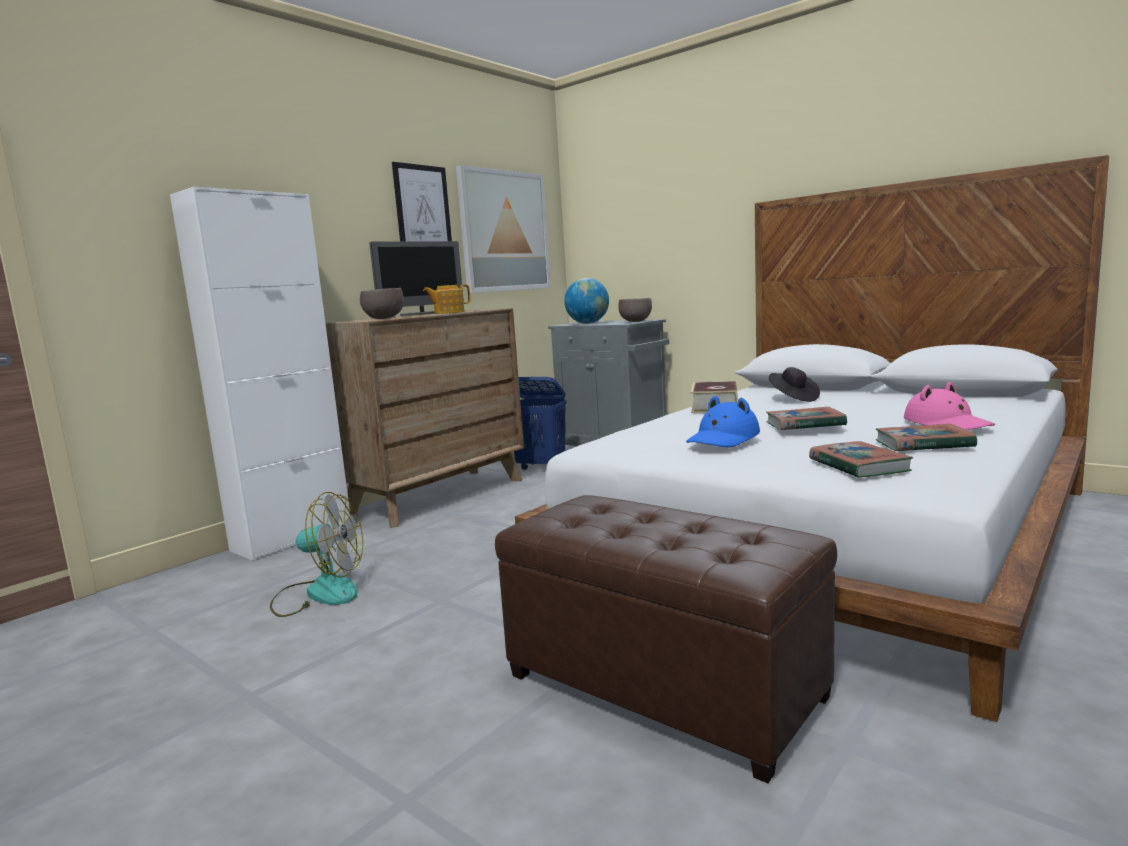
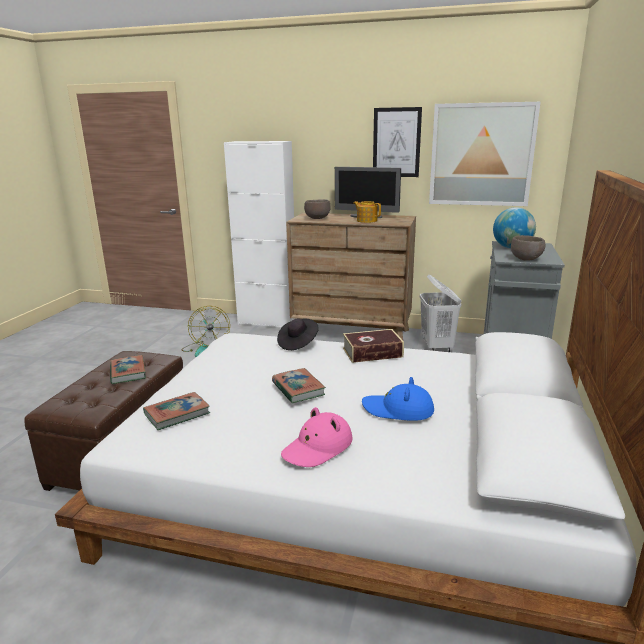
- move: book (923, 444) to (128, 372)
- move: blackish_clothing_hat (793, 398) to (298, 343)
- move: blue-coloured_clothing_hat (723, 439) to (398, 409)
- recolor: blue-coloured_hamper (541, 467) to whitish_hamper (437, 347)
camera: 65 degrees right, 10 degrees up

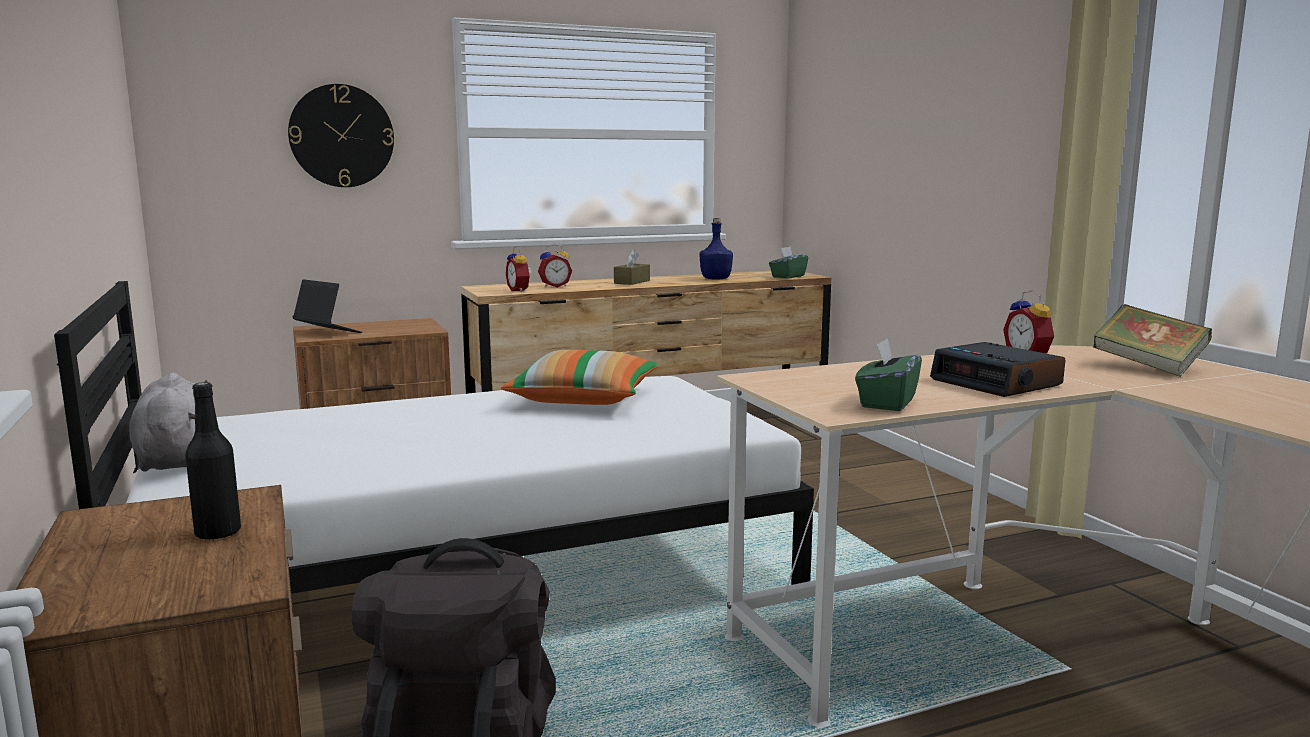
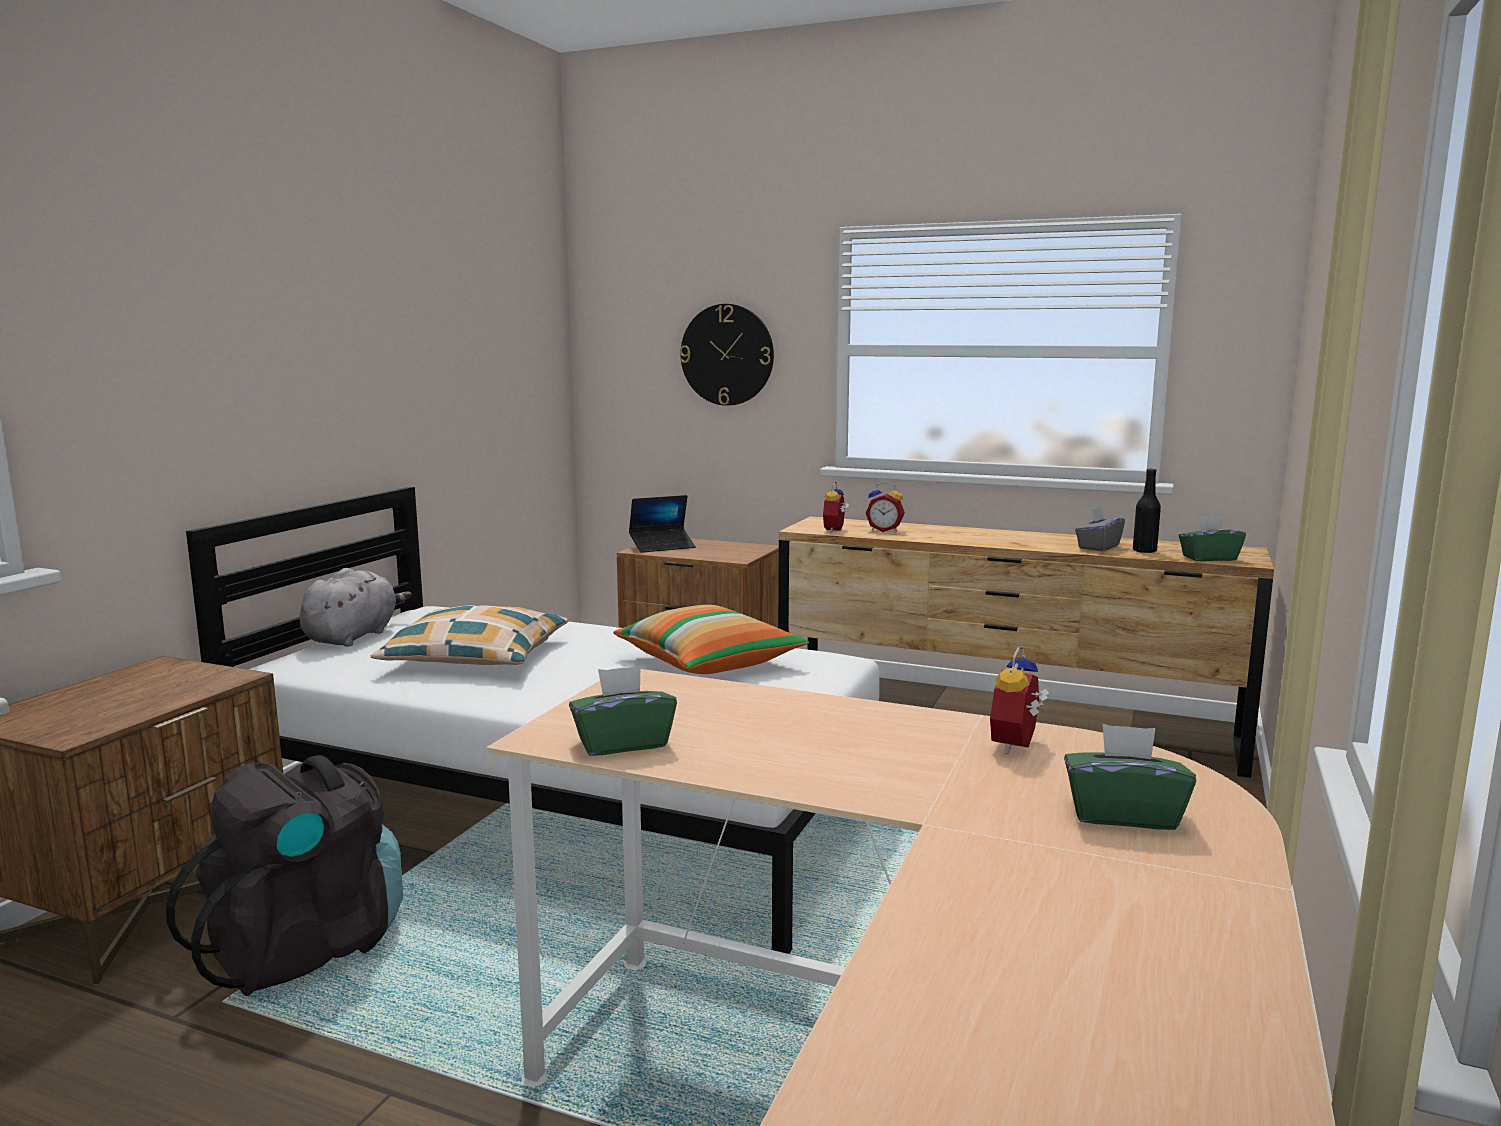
- insert: cushion (477, 657)
- rotate: notebook_computer (327, 332) = (662, 546) 75 degrees clockwise
- replace: book (1148, 367) to green-coloured_tissue_holder (1123, 814)
- replace: blue-coloured_bottle (716, 279) to grey_tissue_holder (1098, 547)
- move: blackish_bottle (218, 533) to (1144, 551)
- delete: brown-coloured_tissue_holder (632, 282)
- delete: alarm_clock (997, 382)
camera: 45 degrees right, 0 degrees up

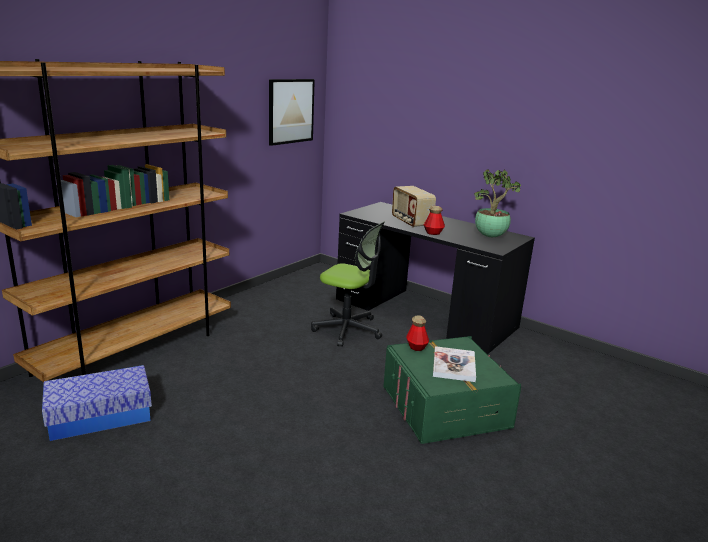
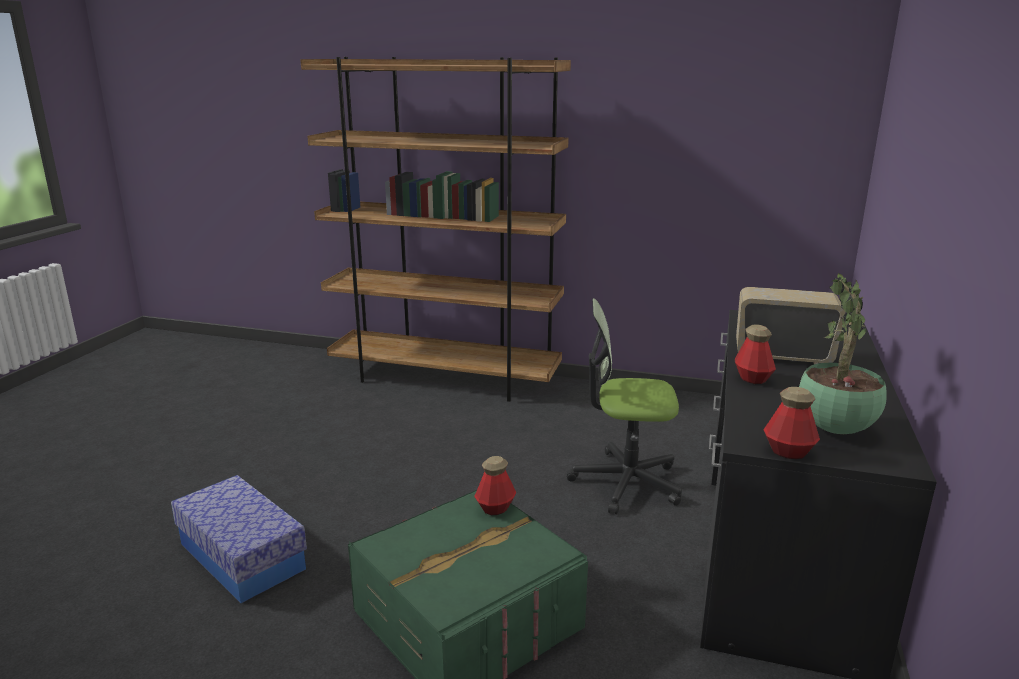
- move: storage_bin (100, 416) to (241, 556)
- rotate: computer_chair (347, 329) = (626, 482) 90 degrees clockwise
- rotate: radio_receiver (410, 222) = (782, 355) 60 degrees clockwise
- insert: bottle (788, 452)
- delete: wall_art (290, 111)
- delete: book (454, 365)
camera: 70 degrees right, 0 degrees up

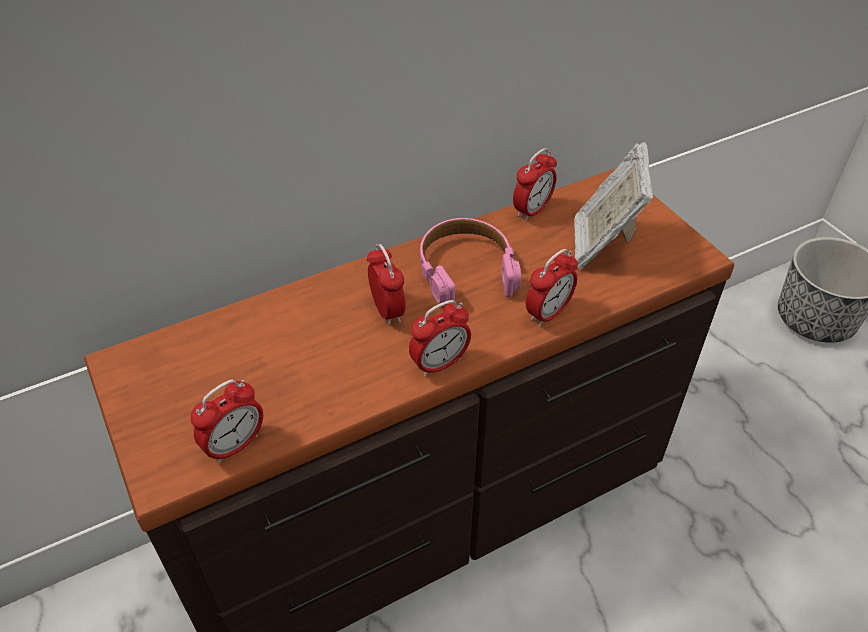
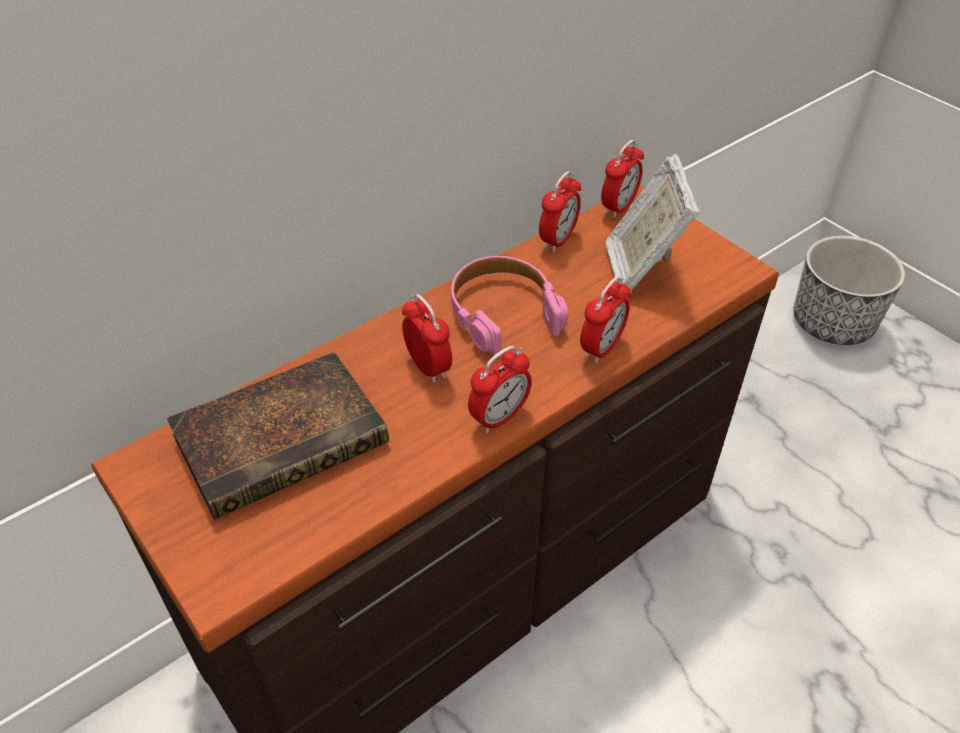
- insert: book (285, 437)
- move: alarm_clock (235, 445) to (618, 207)
camera: 10 degrees left, 0 degrees up

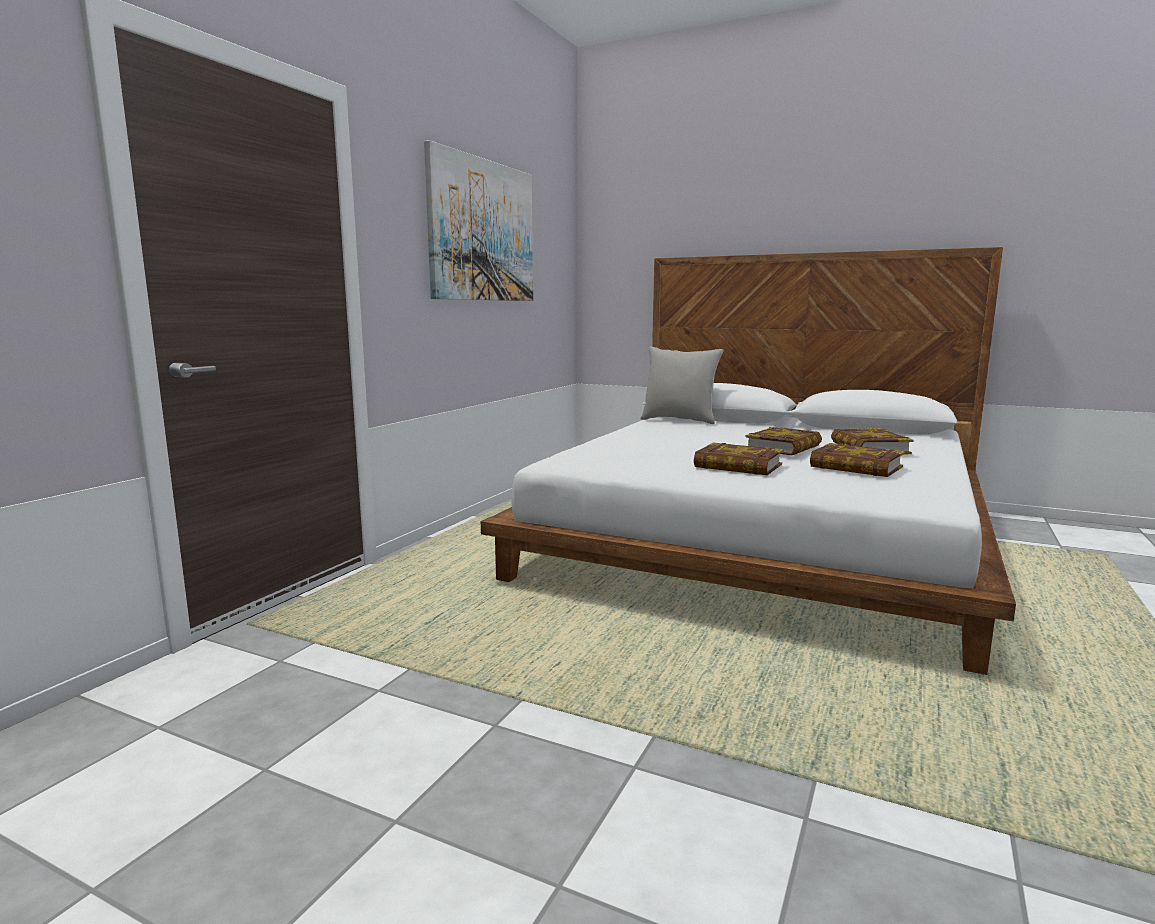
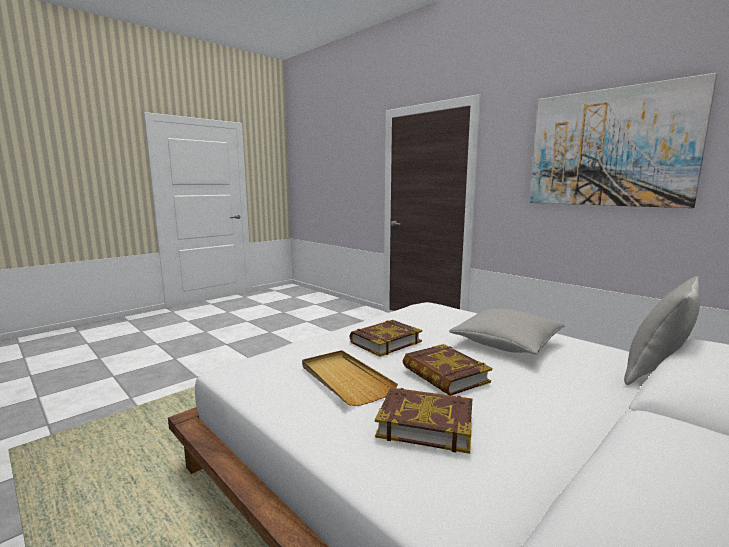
- replace: book (856, 467) to beige-coloured_tray (344, 379)
- insert: grey_cushion (506, 344)
camera: 110 degrees right, 0 degrees up

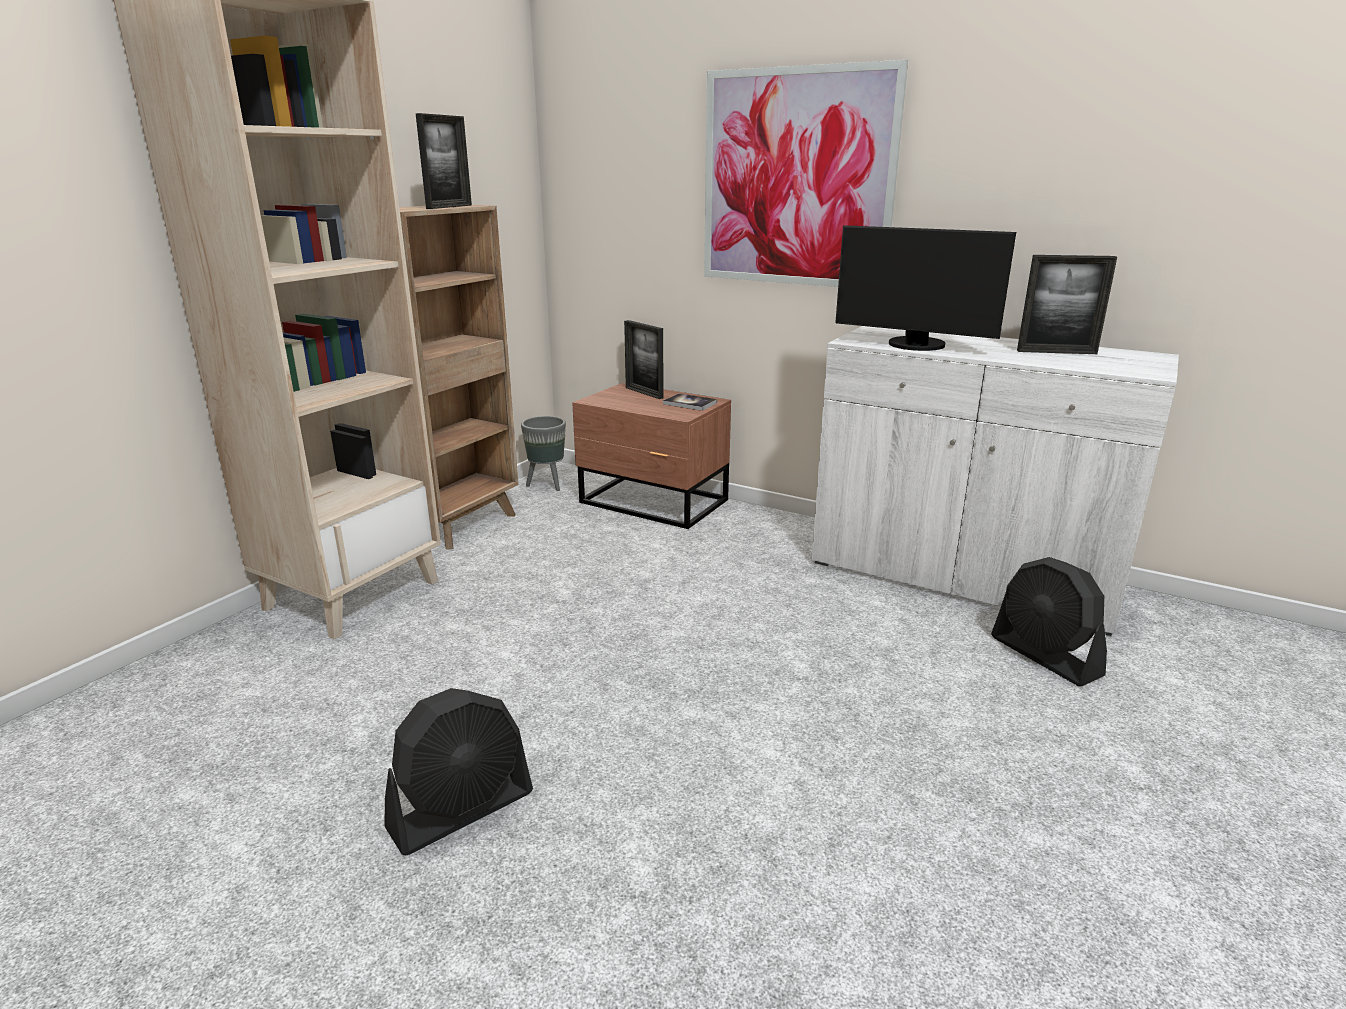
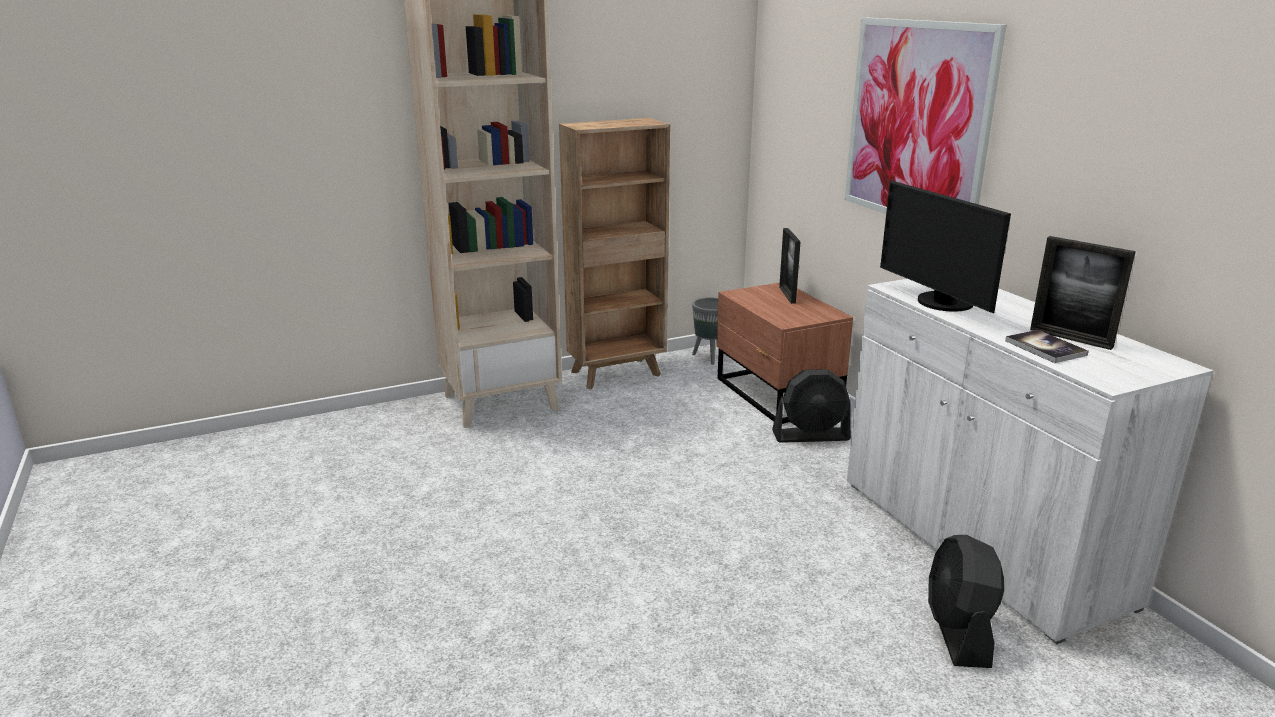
- move: blackish_electric_fan (462, 810) to (811, 436)
- move: book (690, 403) to (1045, 348)
- delete: photo_frame (449, 207)
camera: 35 degrees right, 0 degrees up

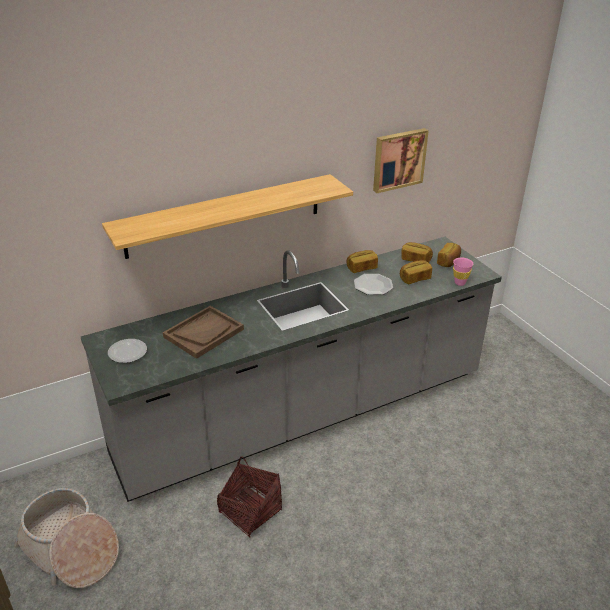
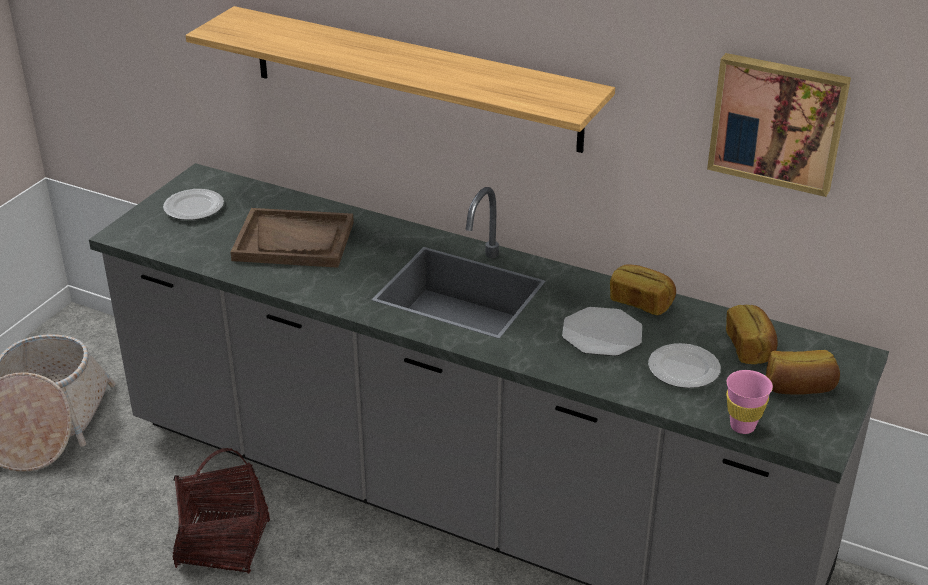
- replace: baked_bread (414, 278) to flat_dish (684, 369)
camera: 55 degrees right, 0 degrees up

